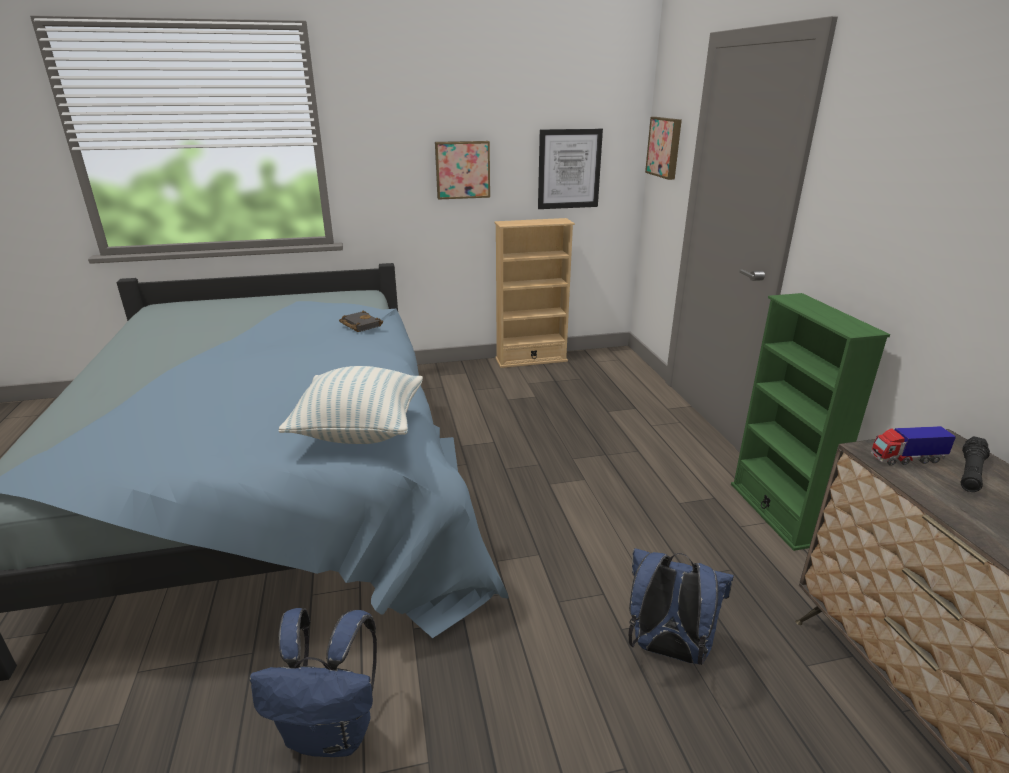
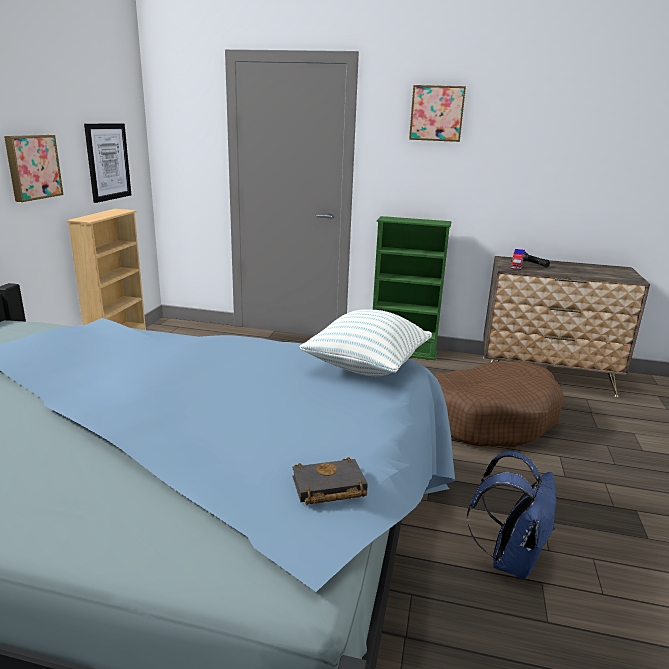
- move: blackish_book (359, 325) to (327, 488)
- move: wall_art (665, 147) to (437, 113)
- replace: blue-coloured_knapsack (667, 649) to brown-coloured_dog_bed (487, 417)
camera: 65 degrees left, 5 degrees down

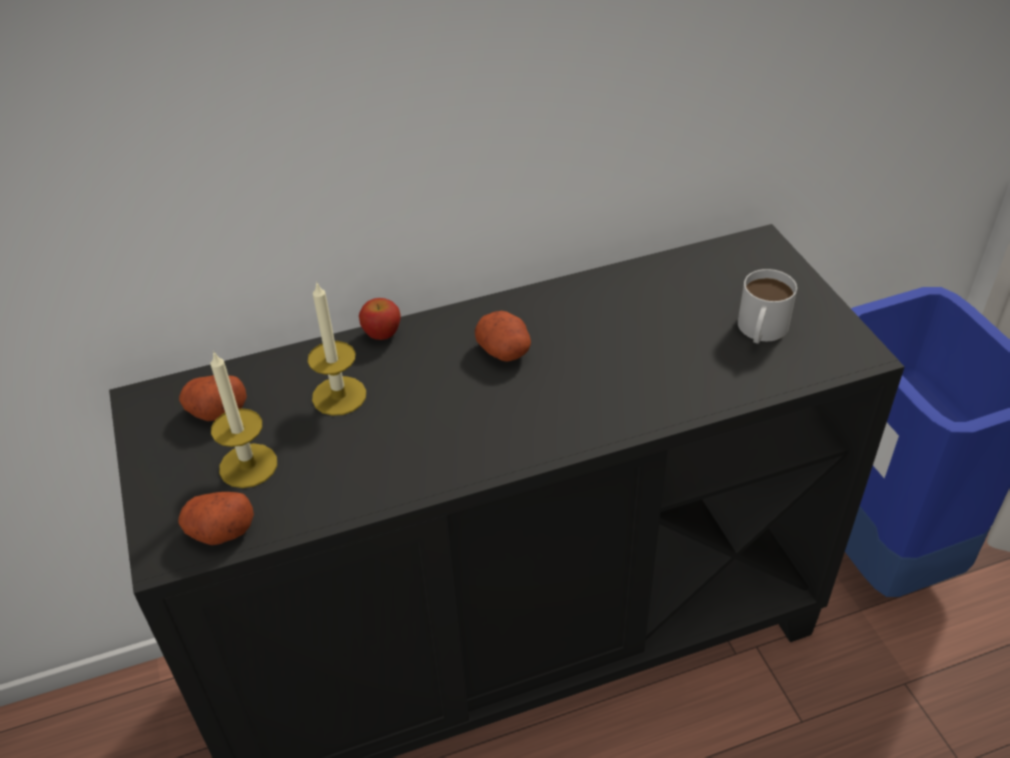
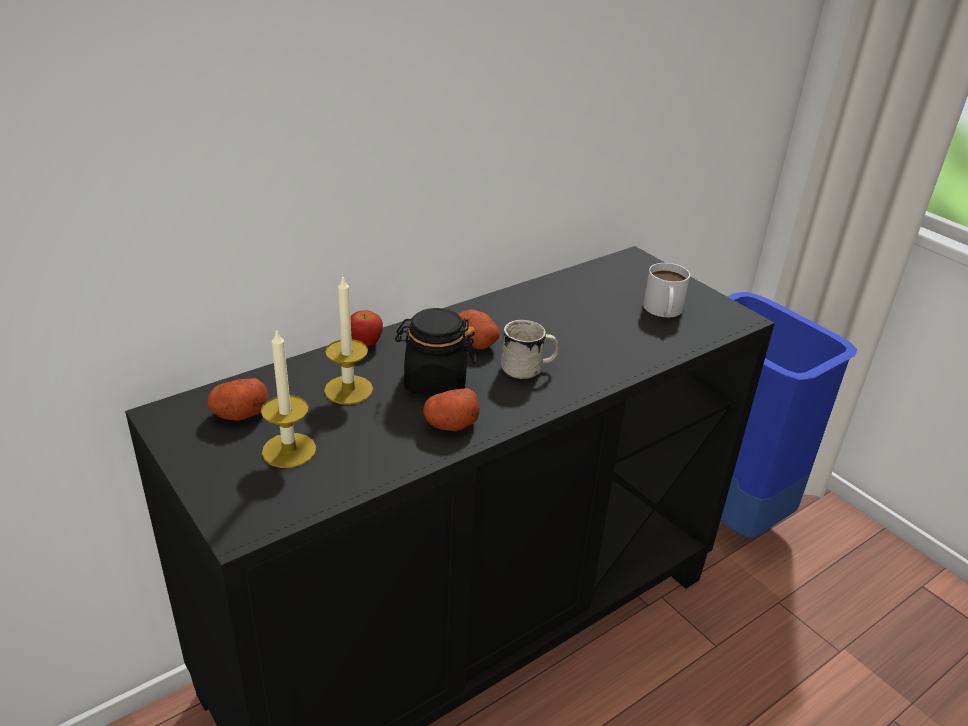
- insert: blackish_jar (435, 381)
- move: whole_potato (219, 531) to (451, 424)
- insert: whitish_mug (528, 369)
camera: 20 degrees left, 10 degrees down

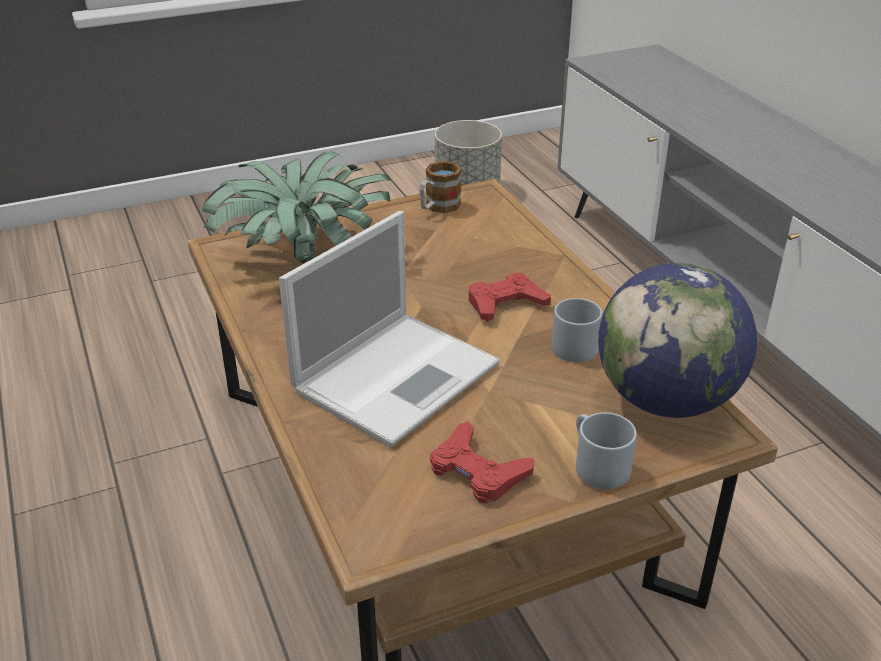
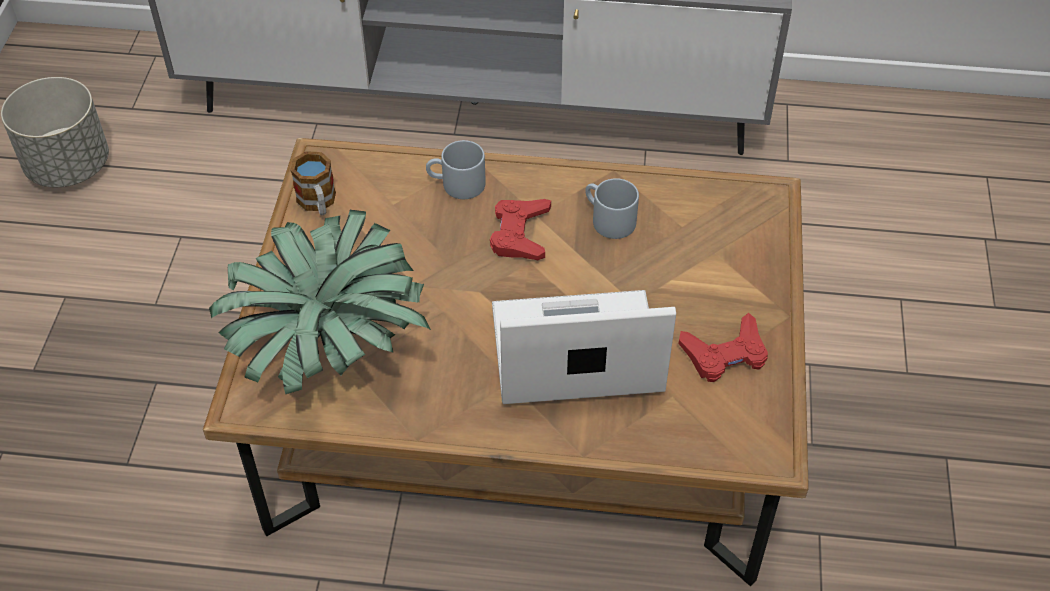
- move: grey_mug (596, 464) to (456, 185)
- rotate: notebook_computer (398, 375) = (572, 351) 75 degrees counterclockwise
- delete: globe (666, 400)
camera: 60 degrees left, 15 degrees up

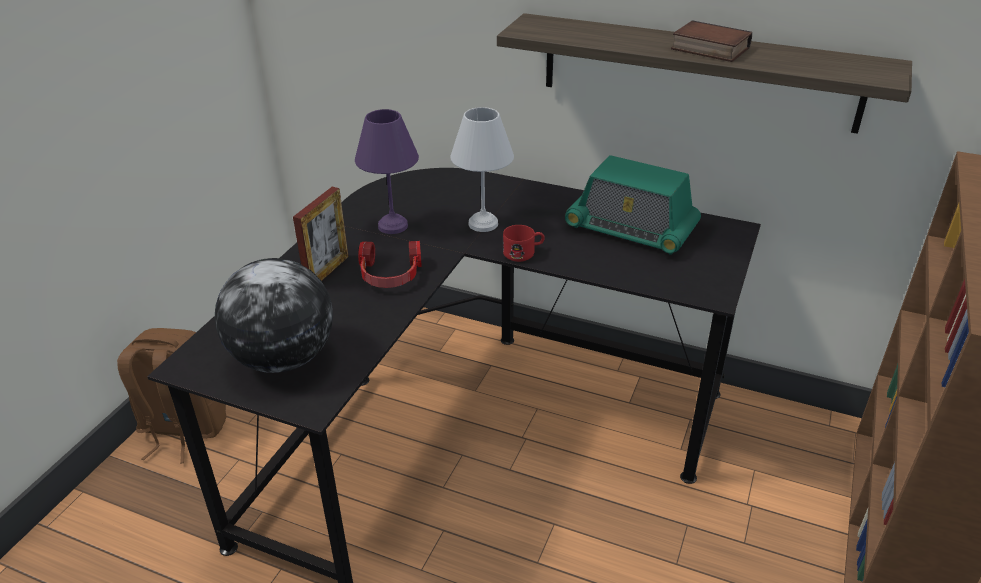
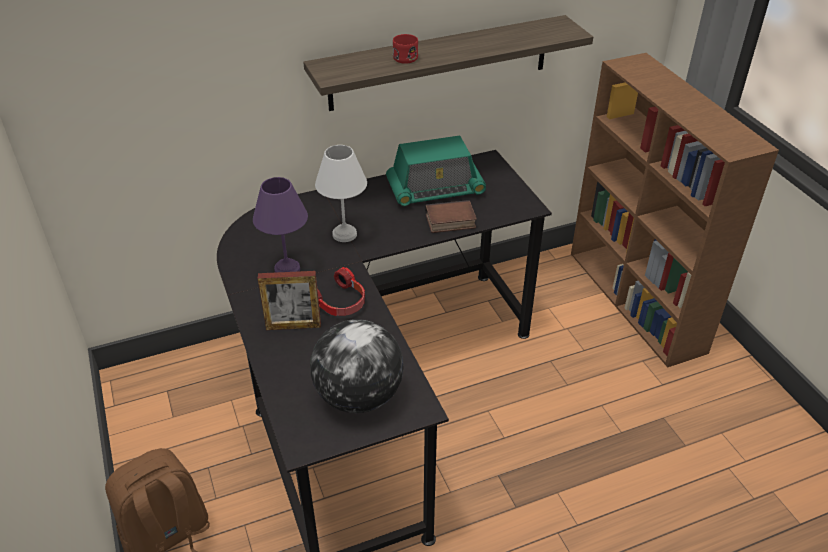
- rotate: photo_frame (327, 271) = (293, 326) 105 degrees clockwise
- move: red-coloured_mug (524, 253) to (407, 56)
- move: book (708, 49) to (450, 222)
camera: 45 degrees left, 5 degrees up

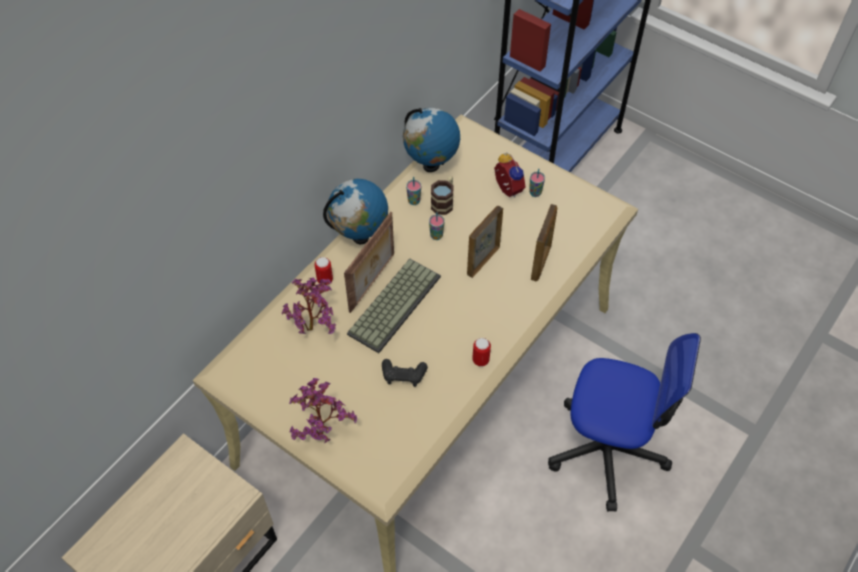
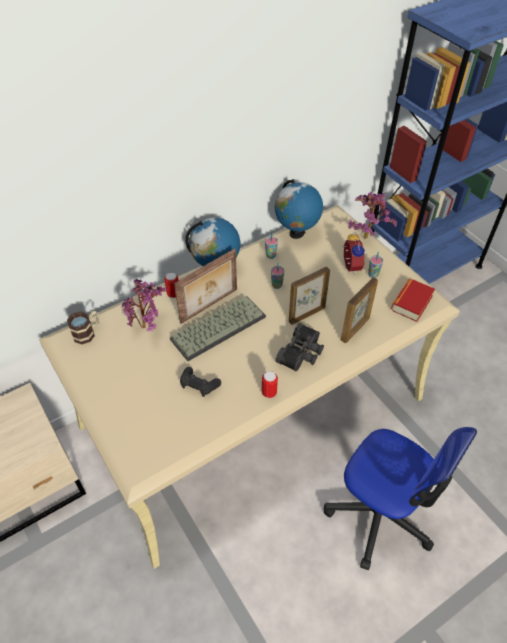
- move: mug (444, 202) to (88, 332)
- insert: blackish_binoculars (302, 353)
- move: houseplant (322, 431) to (367, 236)
- insert: book (411, 303)
camera: 20 degrees right, 5 degrees down

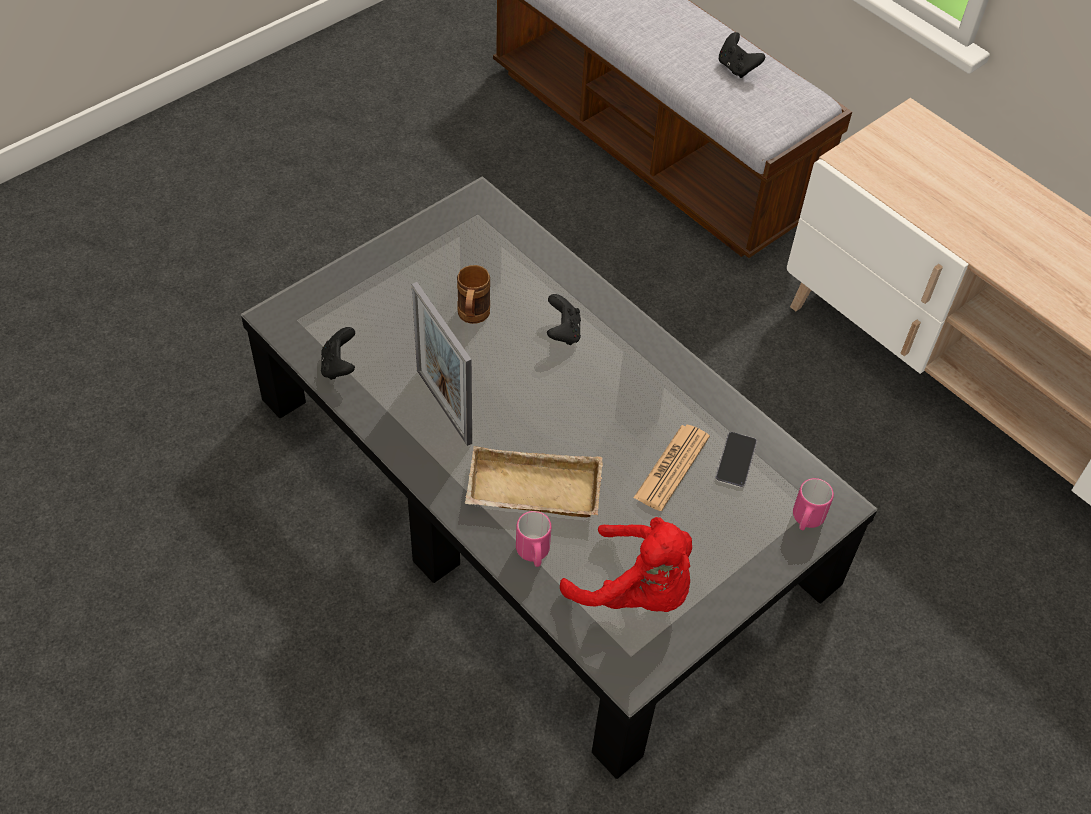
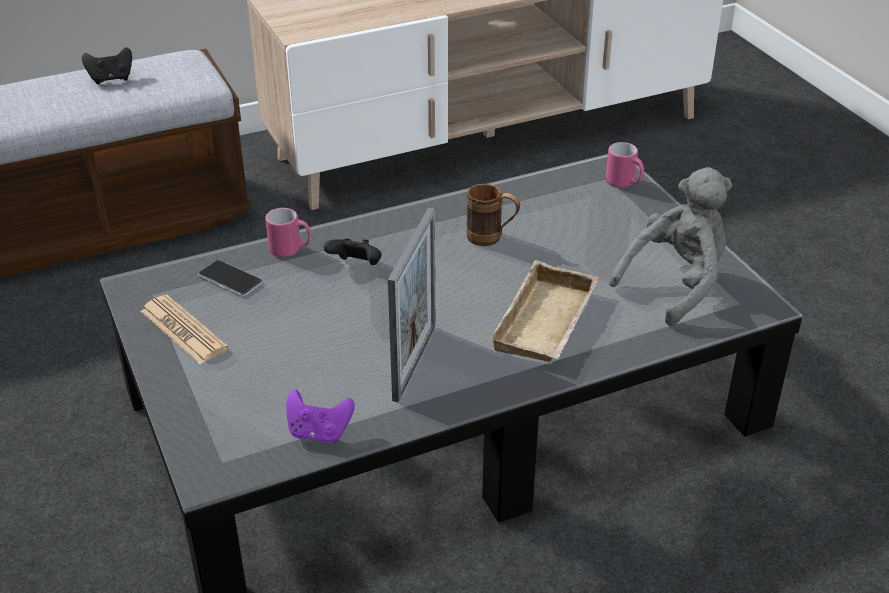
- move: newspaper (671, 467) to (183, 330)
- move: telephone (735, 460) to (230, 279)
- move: pink_mug (533, 554) to (290, 250)
- recolor: blackish_joypad (339, 366) to purple-coloured_joypad (319, 432)
- rotate: photo_frame (443, 406) = (414, 362) 60 degrees counterclockwise
- move: brown-coloured_mug (472, 318) to (492, 239)
- recolor: red-coloured_soft_toy (636, 591) to grey_soft_toy (675, 284)
camera: 70 degrees left, 15 degrees down

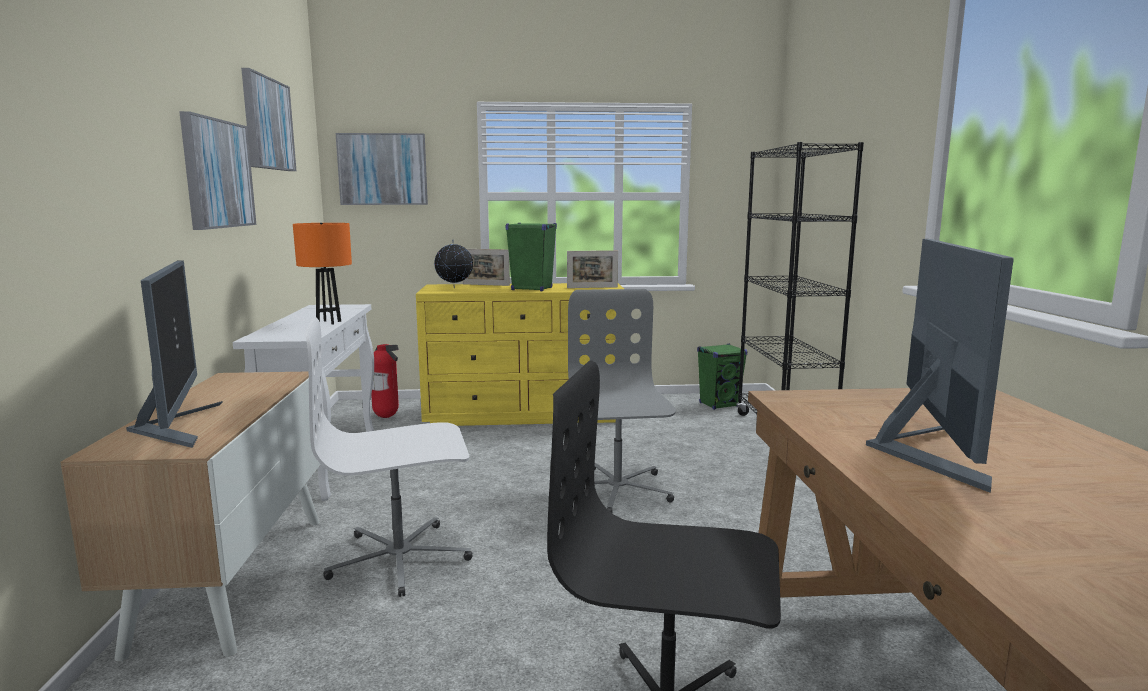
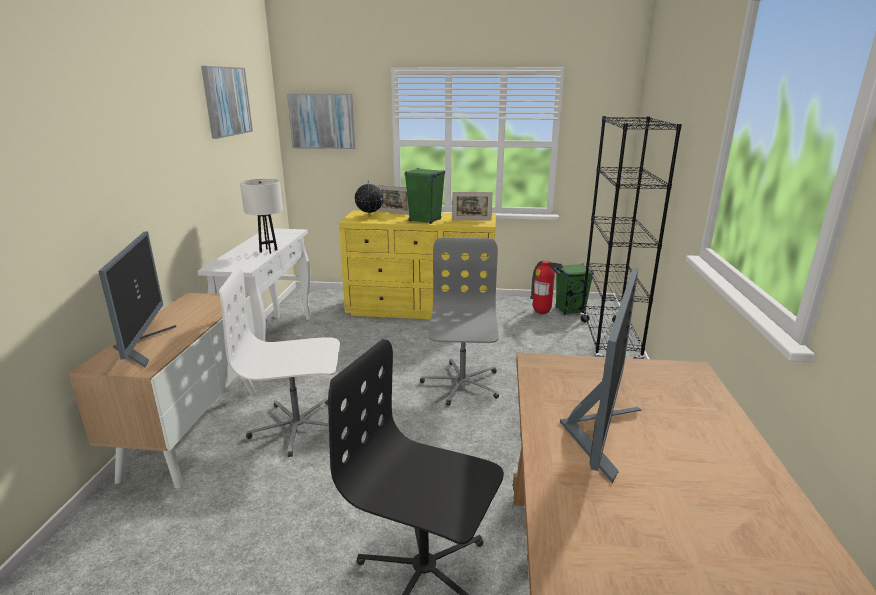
- recolor: orange_table_lamp (328, 322) to whitish_table_lamp (268, 251)
- move: extinguisher (387, 417) to (542, 313)
- delete: wall_art (217, 174)
camera: 10 degrees right, 10 degrees up

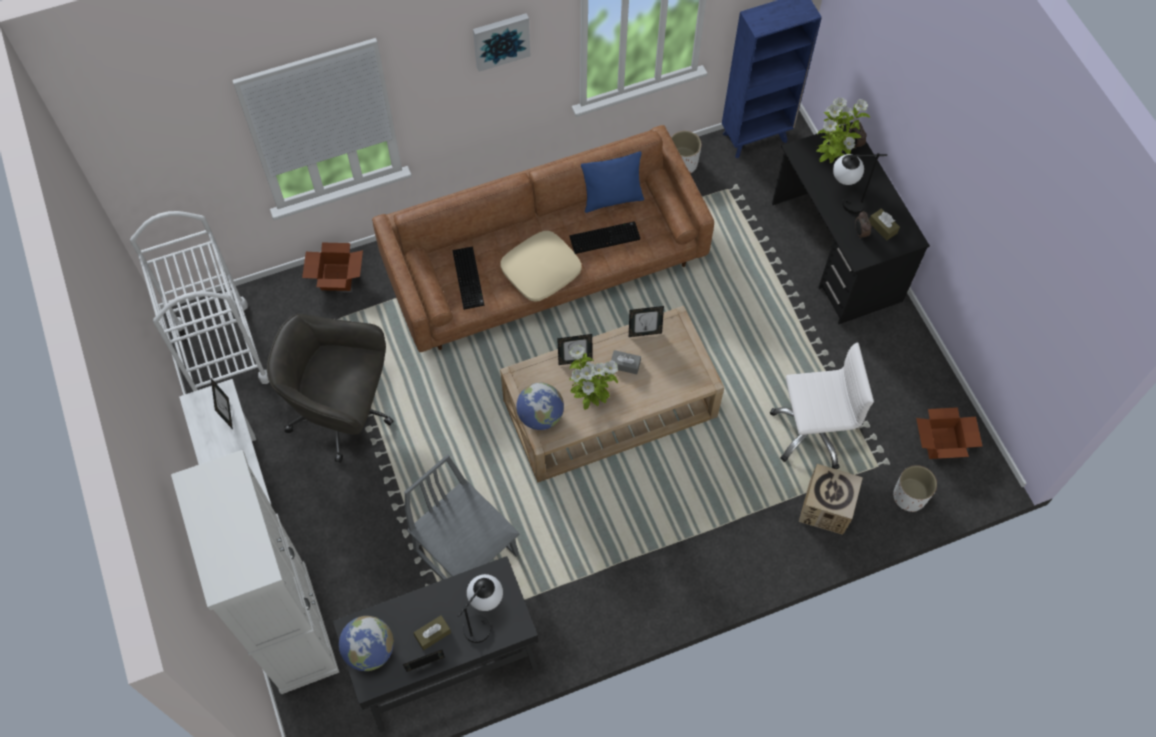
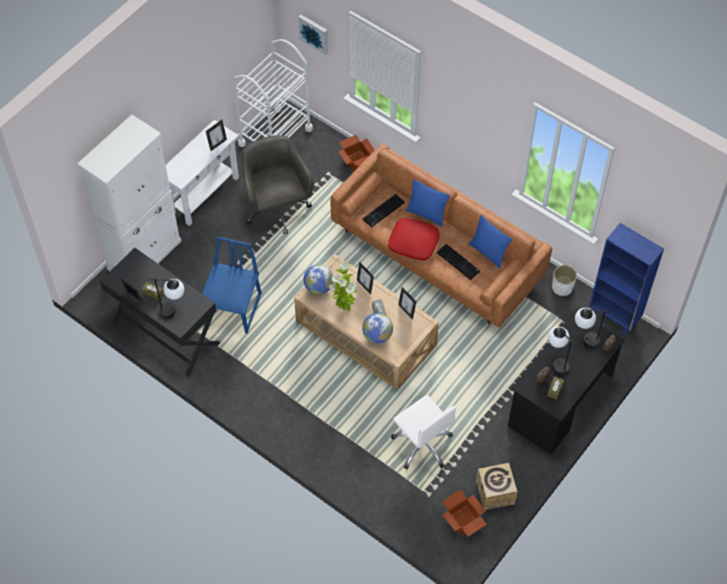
- recolor: grey_upright_chair (467, 552) to blue-coloured_upright_chair (233, 309)
- move: wall_art (501, 40) to (314, 33)
- move: globe (369, 650) to (377, 336)
- recolor: beige-coloured_cushion (541, 270) to red-coloured_cushion (413, 242)
- insert: blue-coloured_cushion (426, 214)
- move: packing_box (826, 508) to (495, 493)
- replace: houseplant (830, 160) to table_lamp (584, 340)
- delete: whitish_flower_pot (909, 496)
camera: 60 degrees right, 5 degrees down

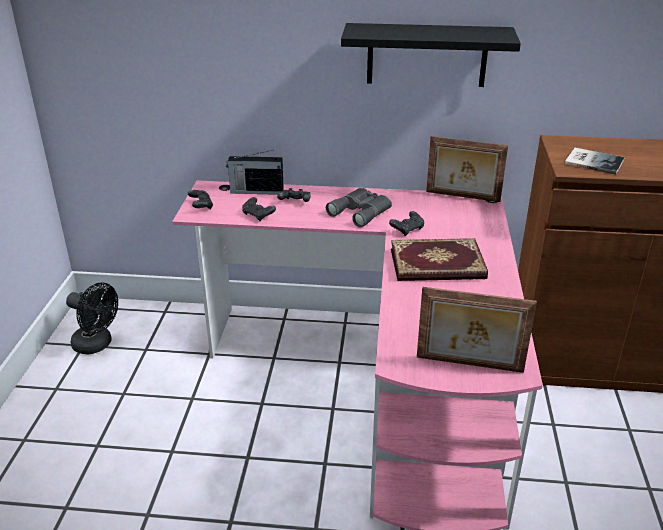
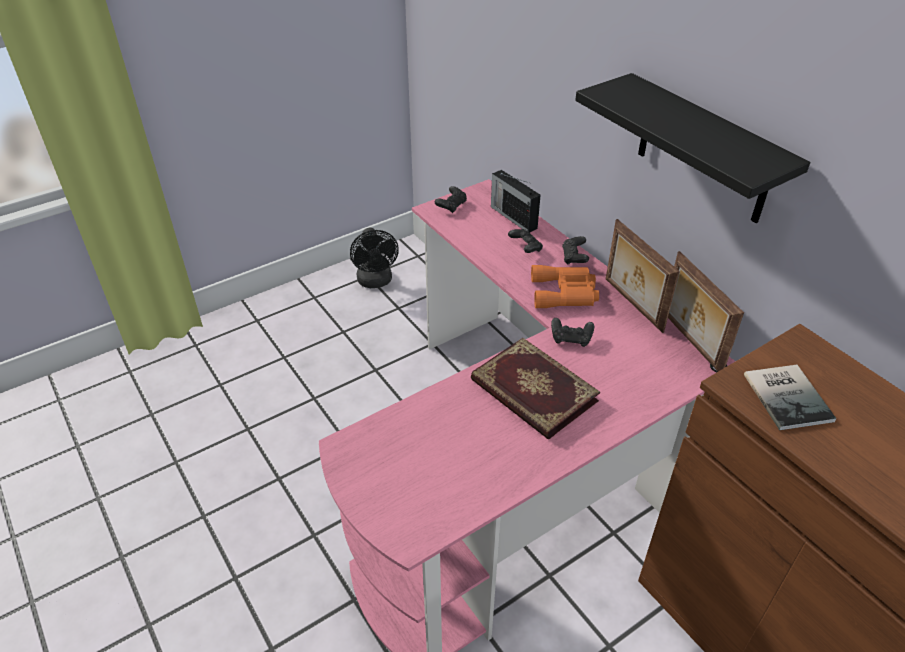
- recolor: grey_binoculars (362, 211) to orange_binoculars (565, 293)
- move: blackish_joypad (258, 215) to (574, 258)
- move: photo_frame (469, 365) to (632, 305)
camera: 50 degrees right, 10 degrees up

